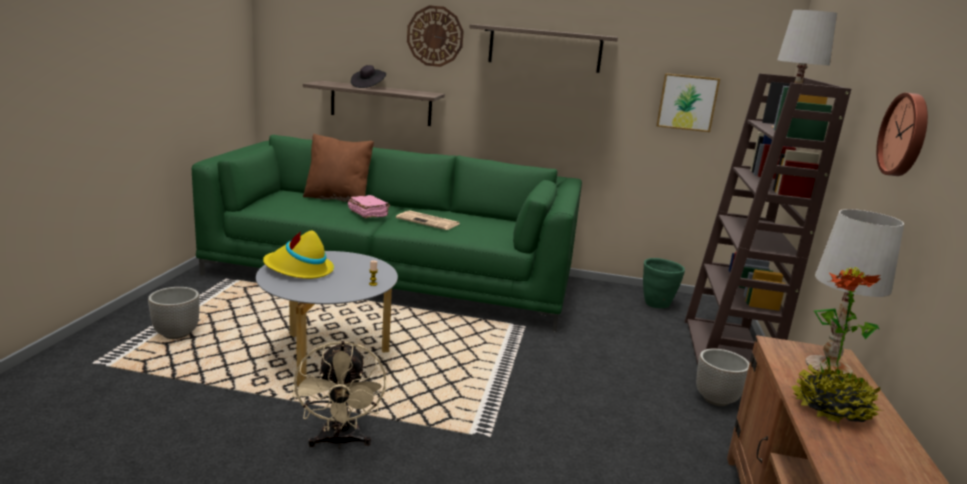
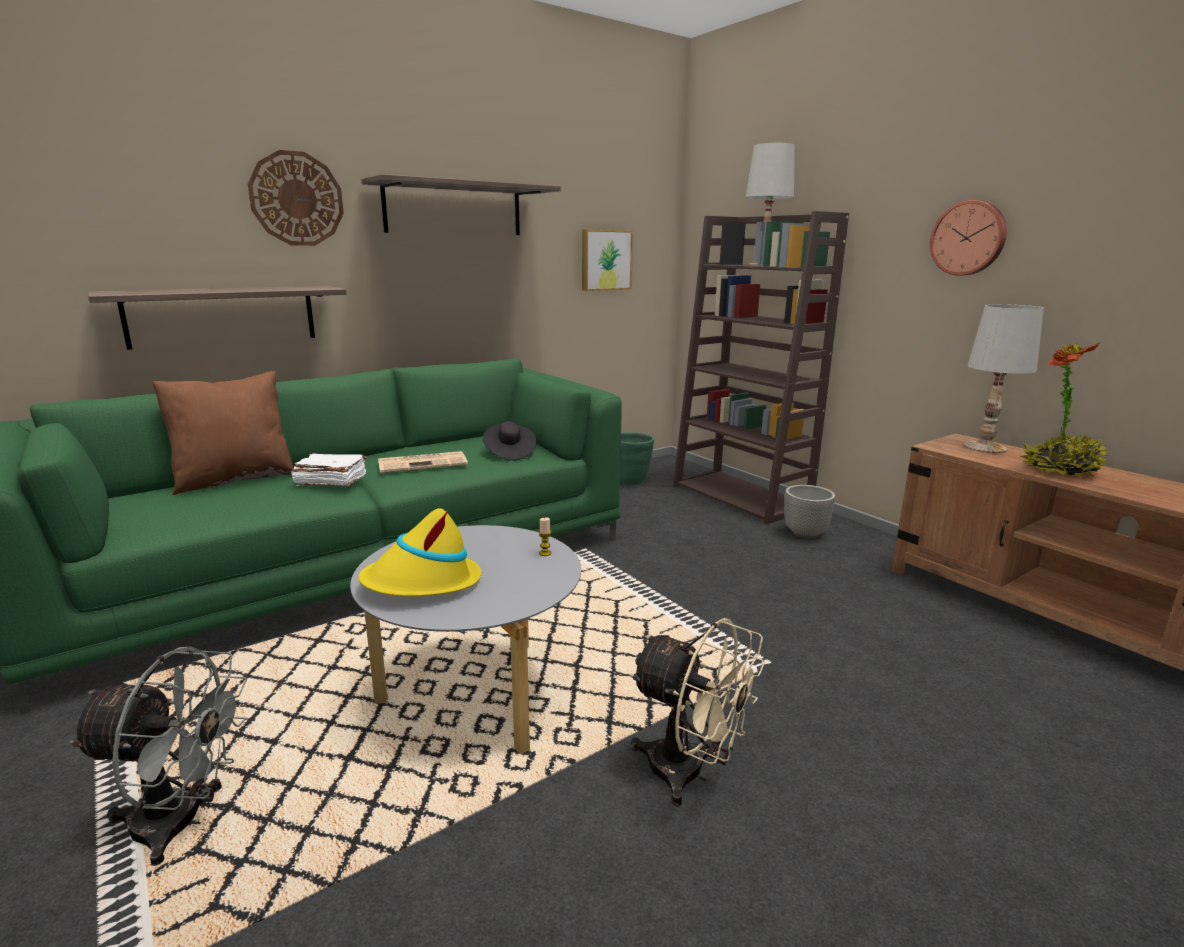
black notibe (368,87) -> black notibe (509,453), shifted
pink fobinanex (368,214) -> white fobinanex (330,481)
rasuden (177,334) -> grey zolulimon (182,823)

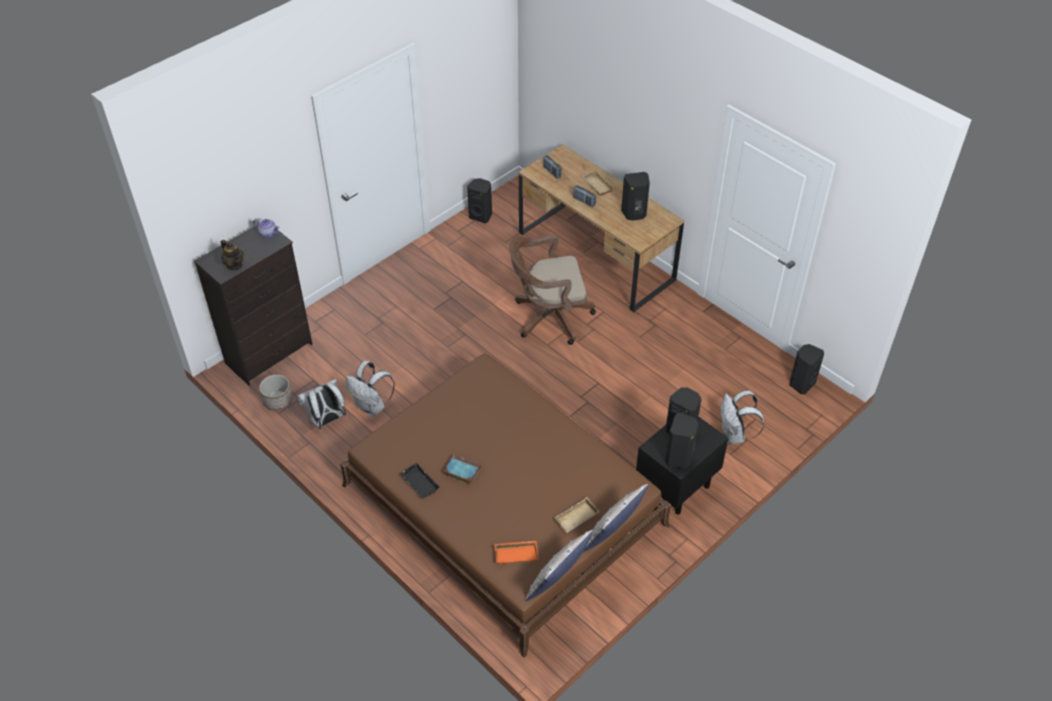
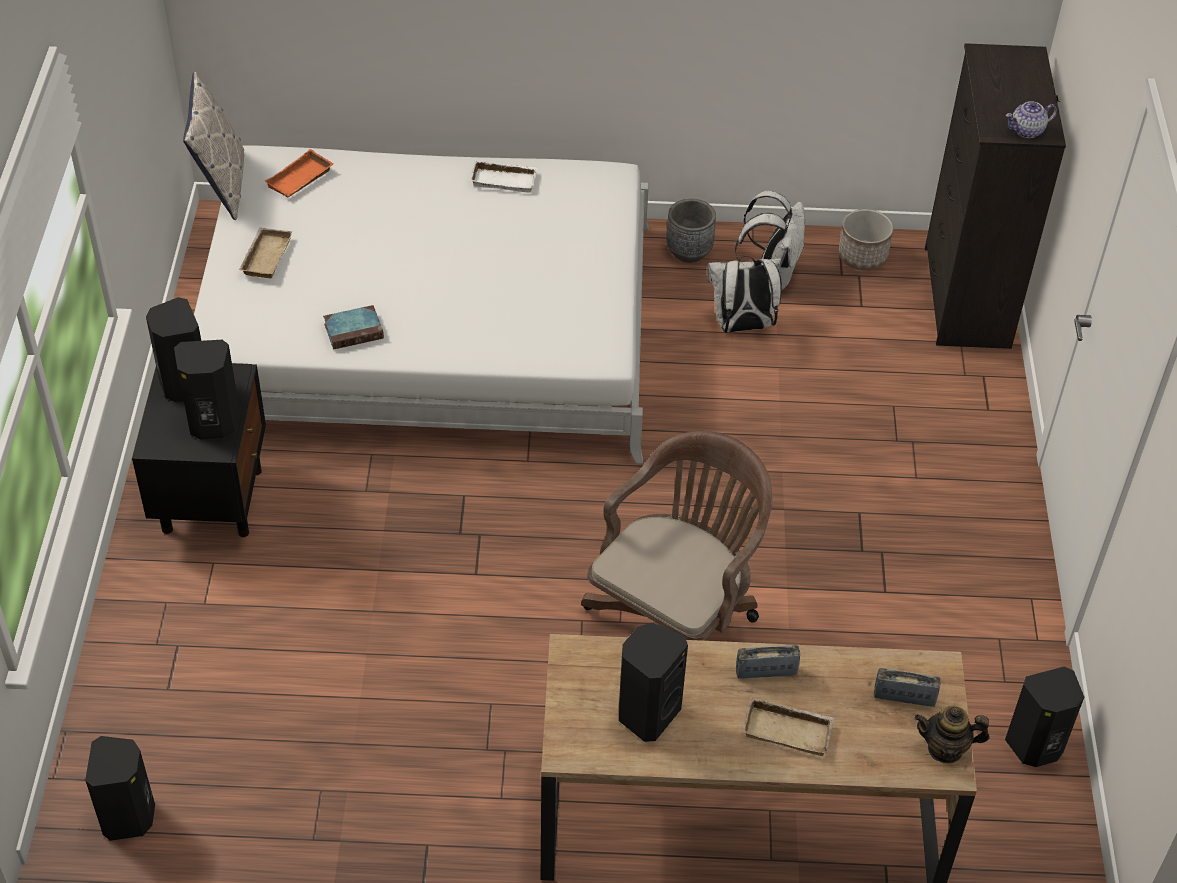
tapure (234,265) -> tapure (945,749), shifted
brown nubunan (503,505) -> white nubunan (427,329)
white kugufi (734,435) -> none
fobinanex (461,471) -> fobinanex (355,330), shifted
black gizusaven (418,483) -> white gizusaven (505,179)
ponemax (612,536) -> none
none -> grey rasuden (689,251)

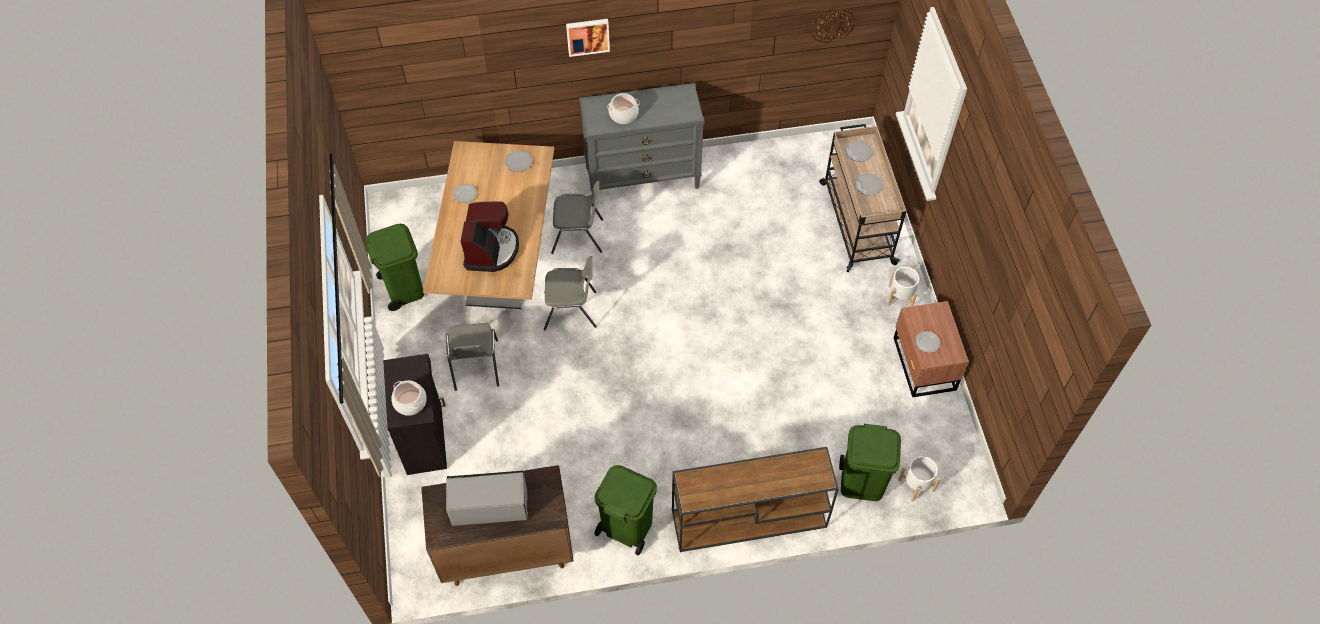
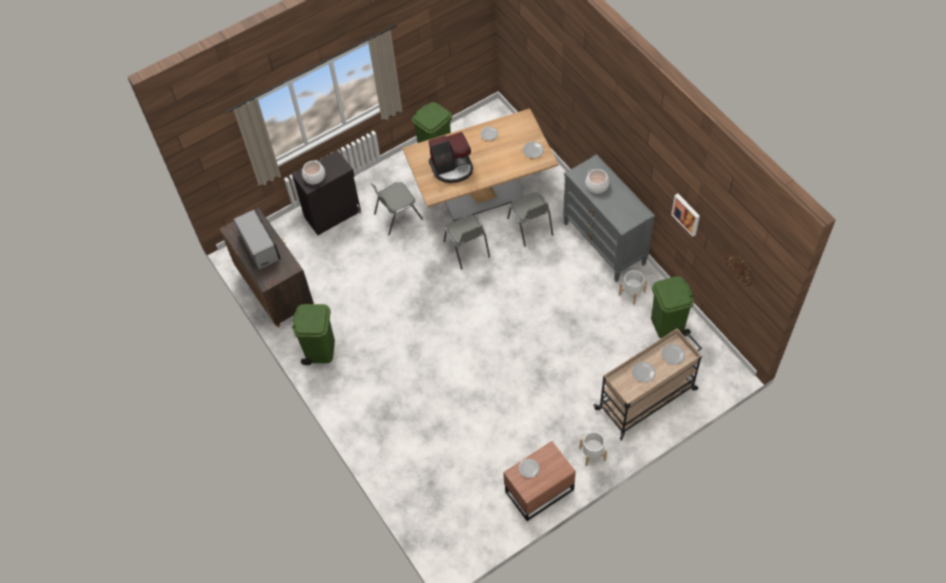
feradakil (587,36) -> feradakil (686,214), shifted
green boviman (862,482) -> green boviman (667,325), shifted
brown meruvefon (747,519) -> none
white rasuden (916,485) -> white rasuden (632,293), shifted

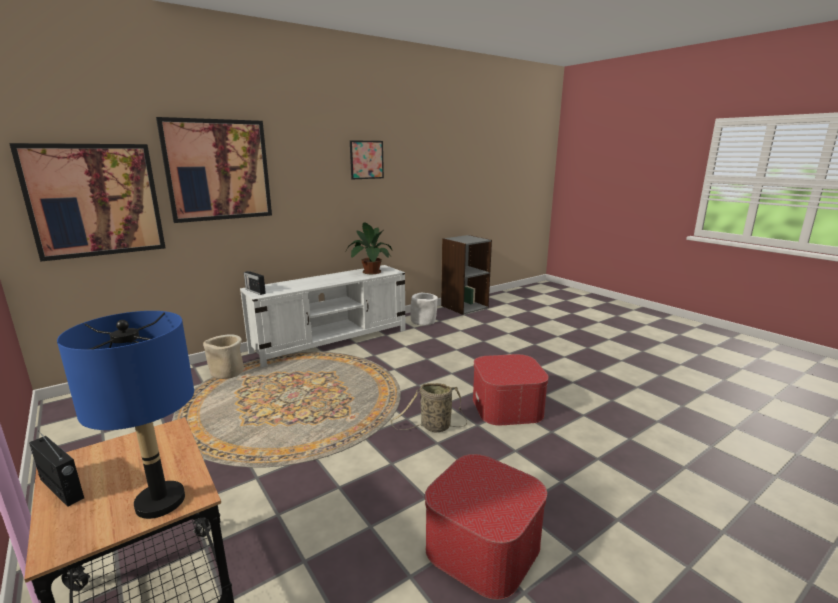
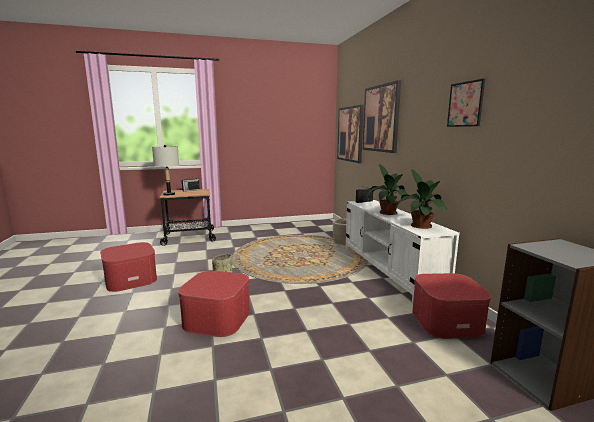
white rasuden (423,322) -> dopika (446,321)
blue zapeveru (161,501) -> grey zapeveru (169,194)
none -> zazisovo (387,212)

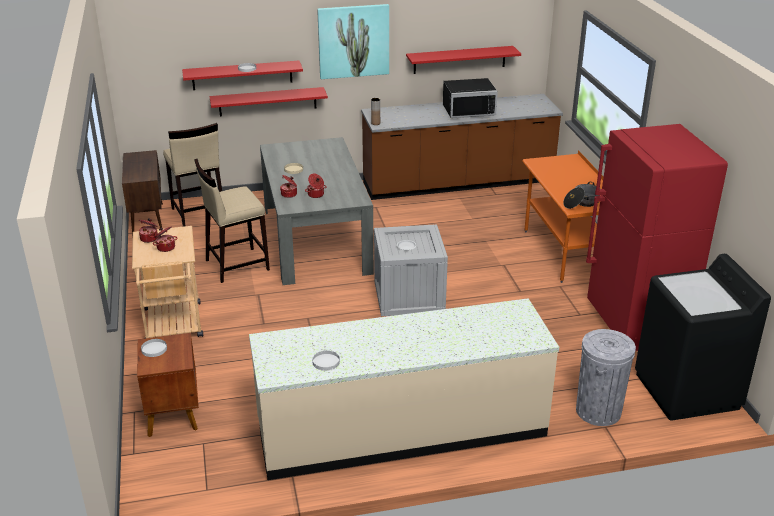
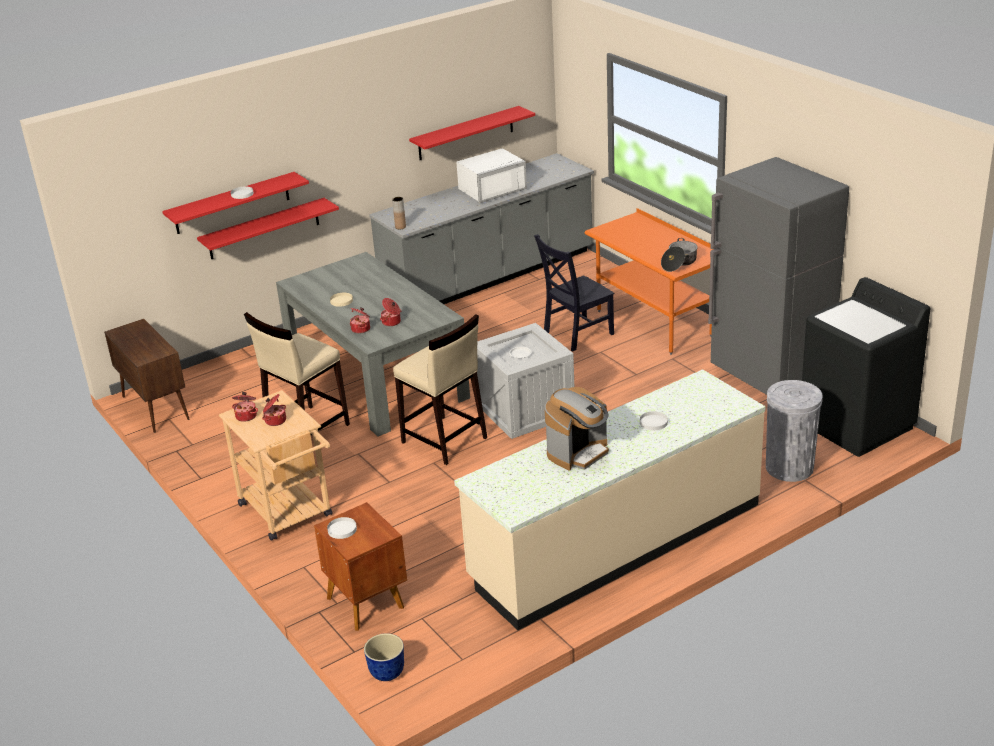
feradakil (353,41) -> none
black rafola (468,109) -> white rafola (490,189)
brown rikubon (458,184) -> grey rikubon (490,277)
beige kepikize (198,214) -> beige kepikize (444,441), shifted
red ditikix (635,324) -> grey ditikix (770,376)
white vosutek (325,362) -> white vosutek (653,422), shifted
none -> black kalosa (576,334)
none -> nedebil (578,453)
none -> rasuden (386,673)

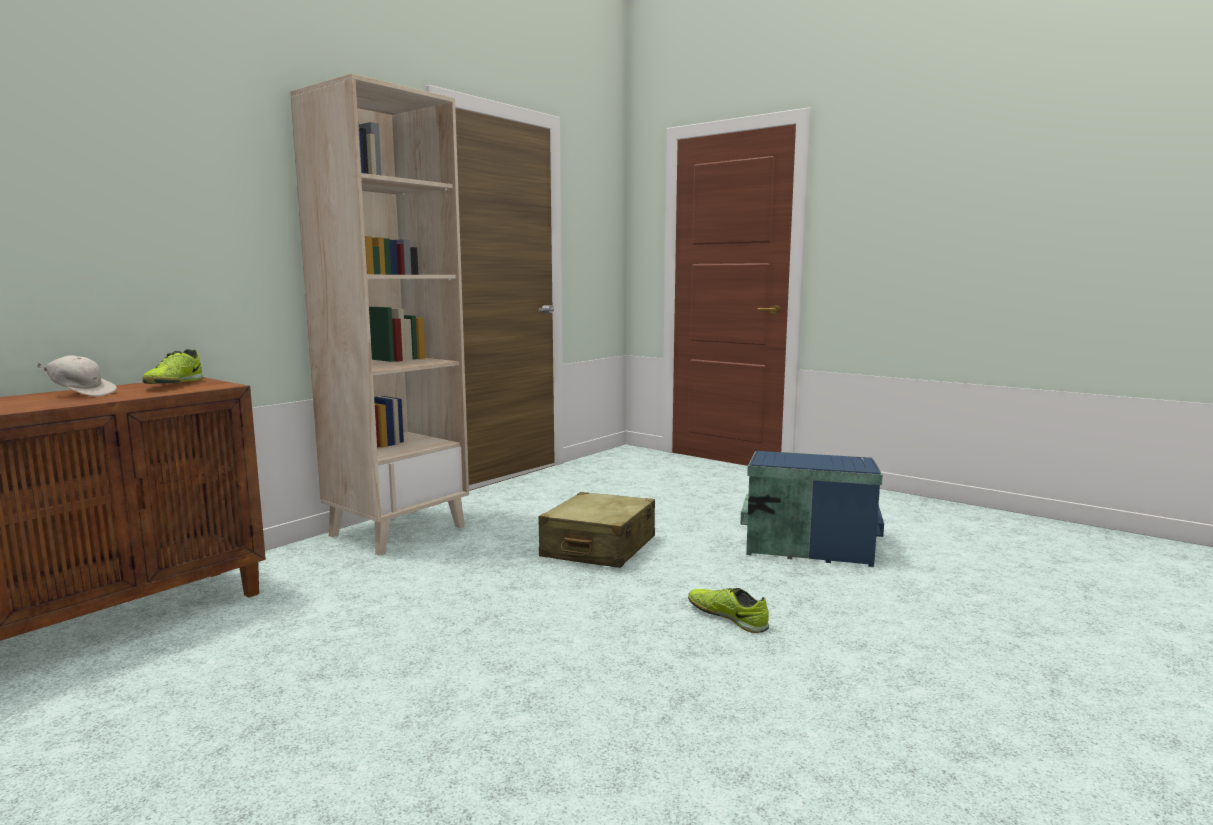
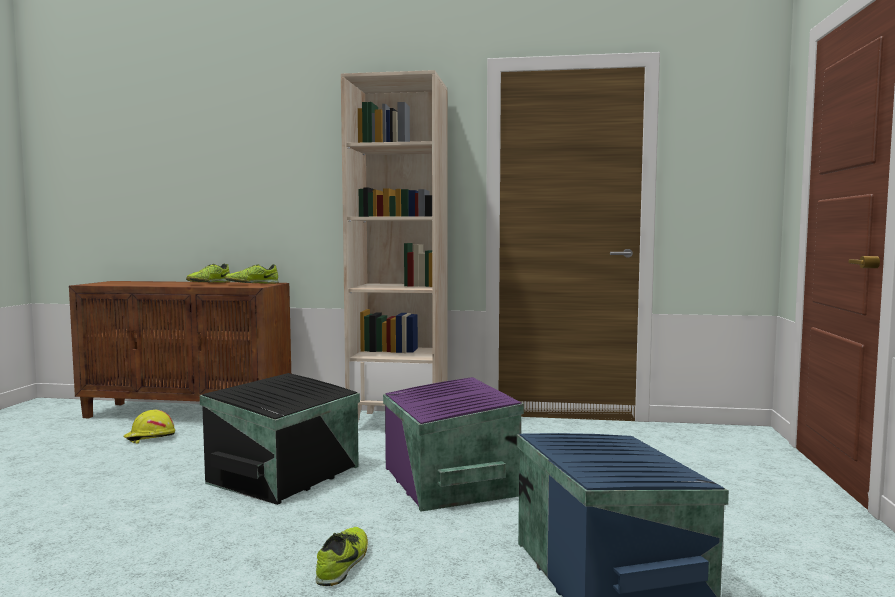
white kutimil (81,394) -> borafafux (208,283)
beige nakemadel (598,548) -> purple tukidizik (447,482)
none -> black tukidizik (287,474)
none -> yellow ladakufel (149,437)

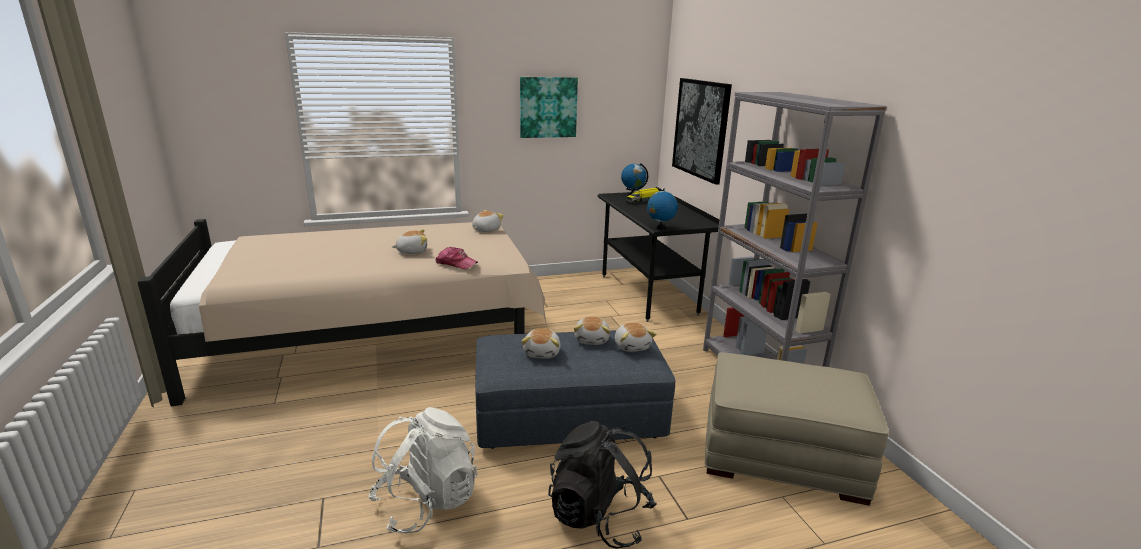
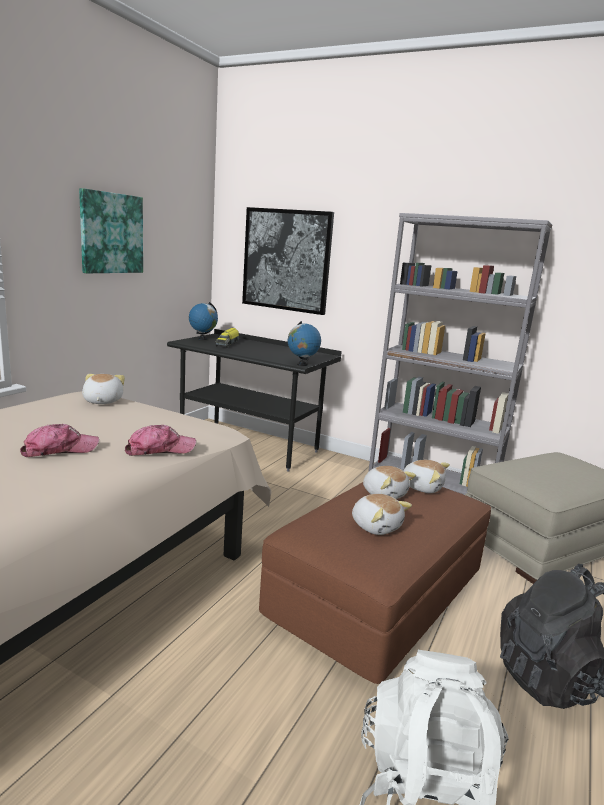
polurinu (412,251) -> kutimil (59,450)
grey dopika (569,416) -> brown dopika (377,595)

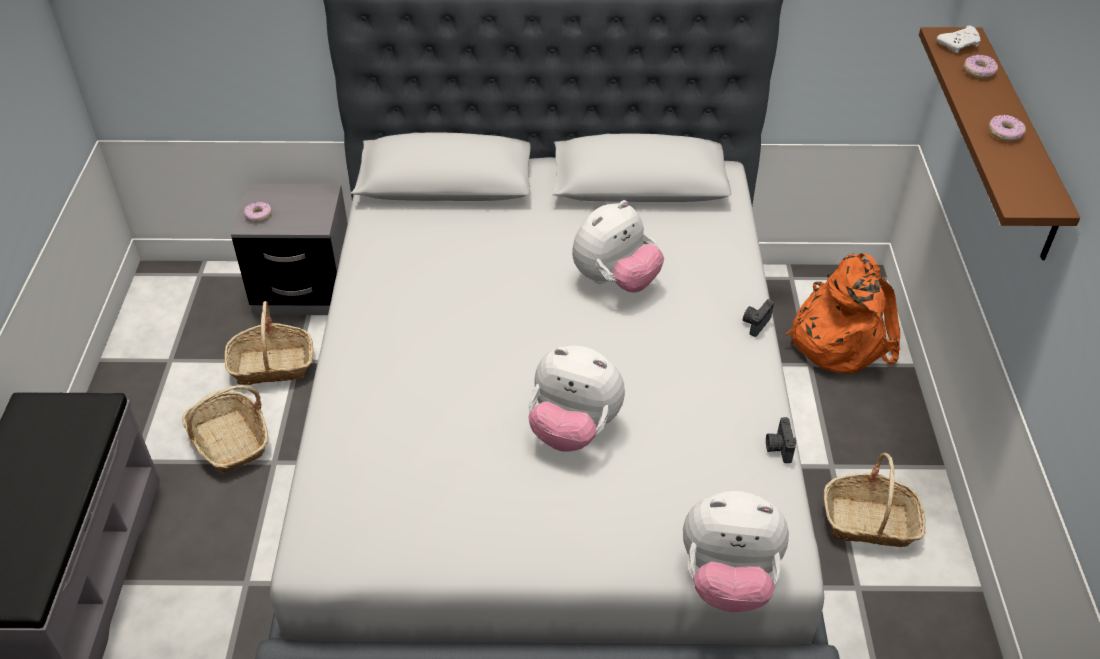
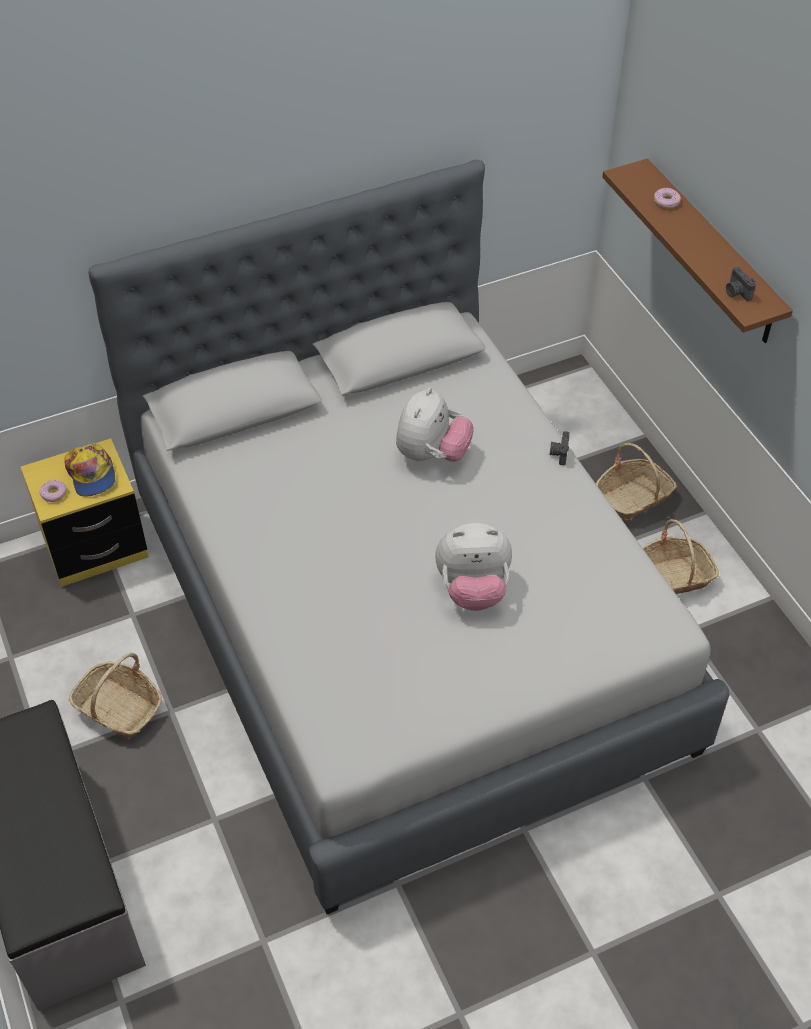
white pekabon (959,45) -> none
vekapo (1005,133) -> none
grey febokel (305,291) -> yellow febokel (95,547)
orange kugufi (838,337) -> none
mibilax (272,365) -> mibilax (633,498), shifted
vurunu (778,447) -> vurunu (736,292), shifted
polurinu (728,579) -> none
none -> kutimil (91,474)

